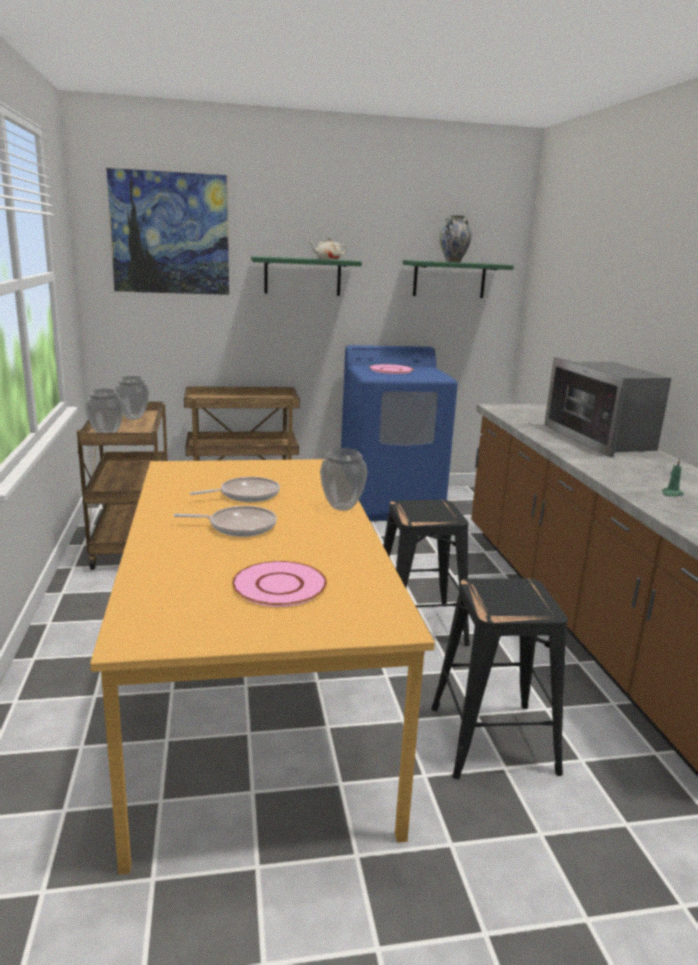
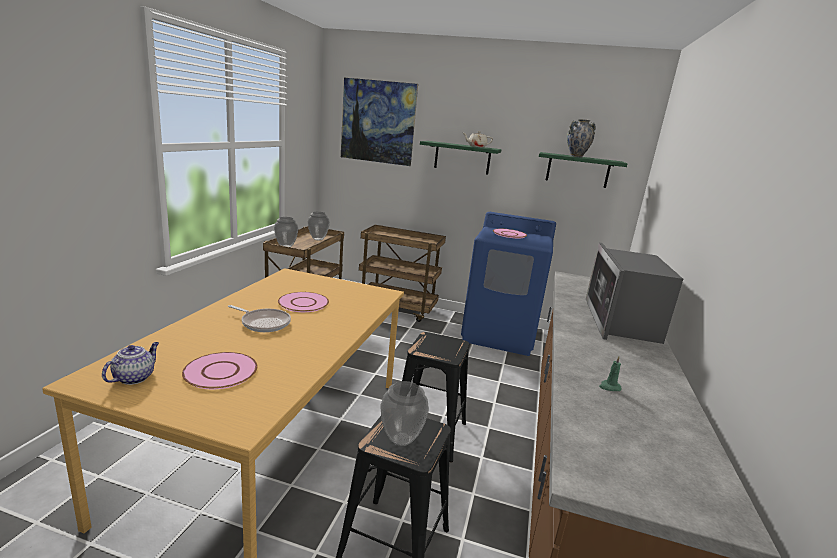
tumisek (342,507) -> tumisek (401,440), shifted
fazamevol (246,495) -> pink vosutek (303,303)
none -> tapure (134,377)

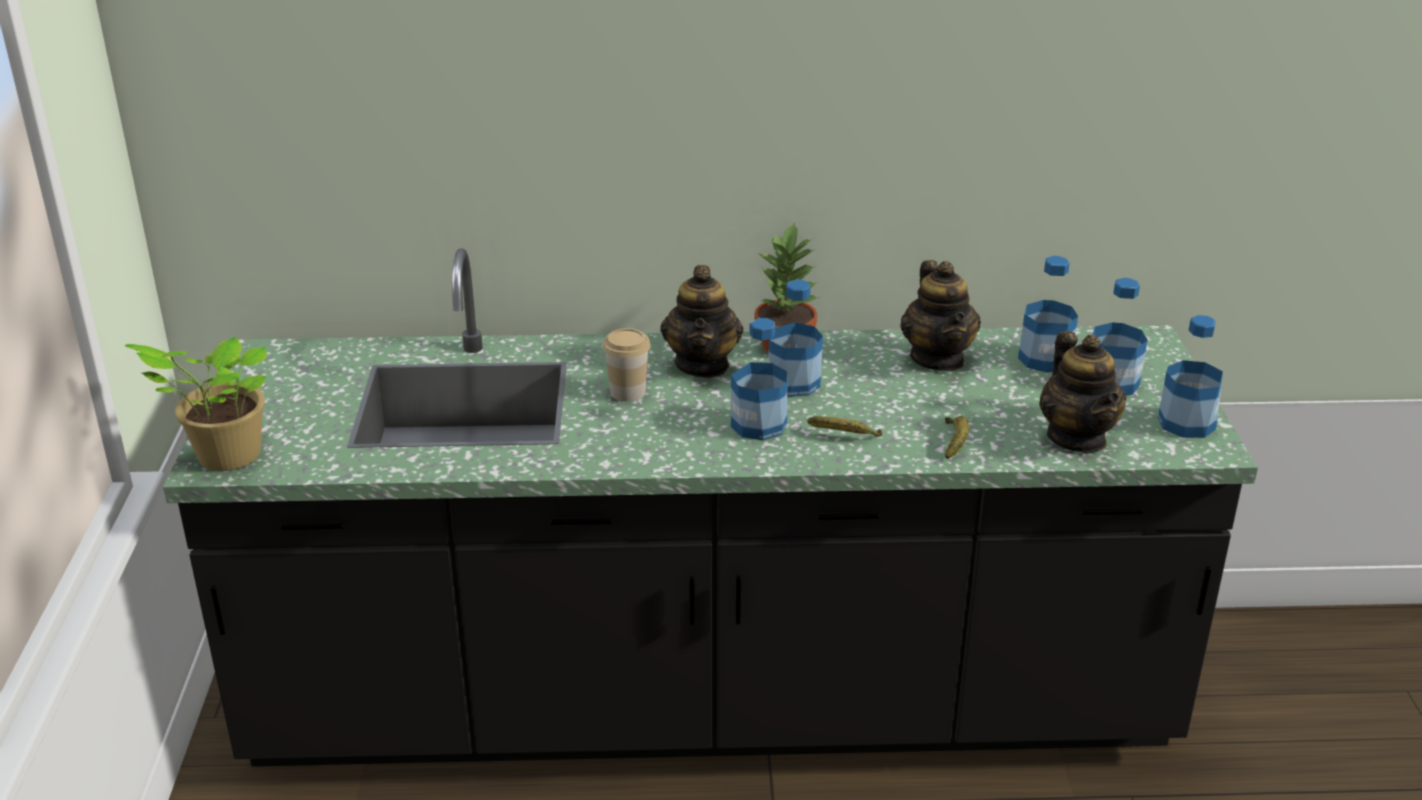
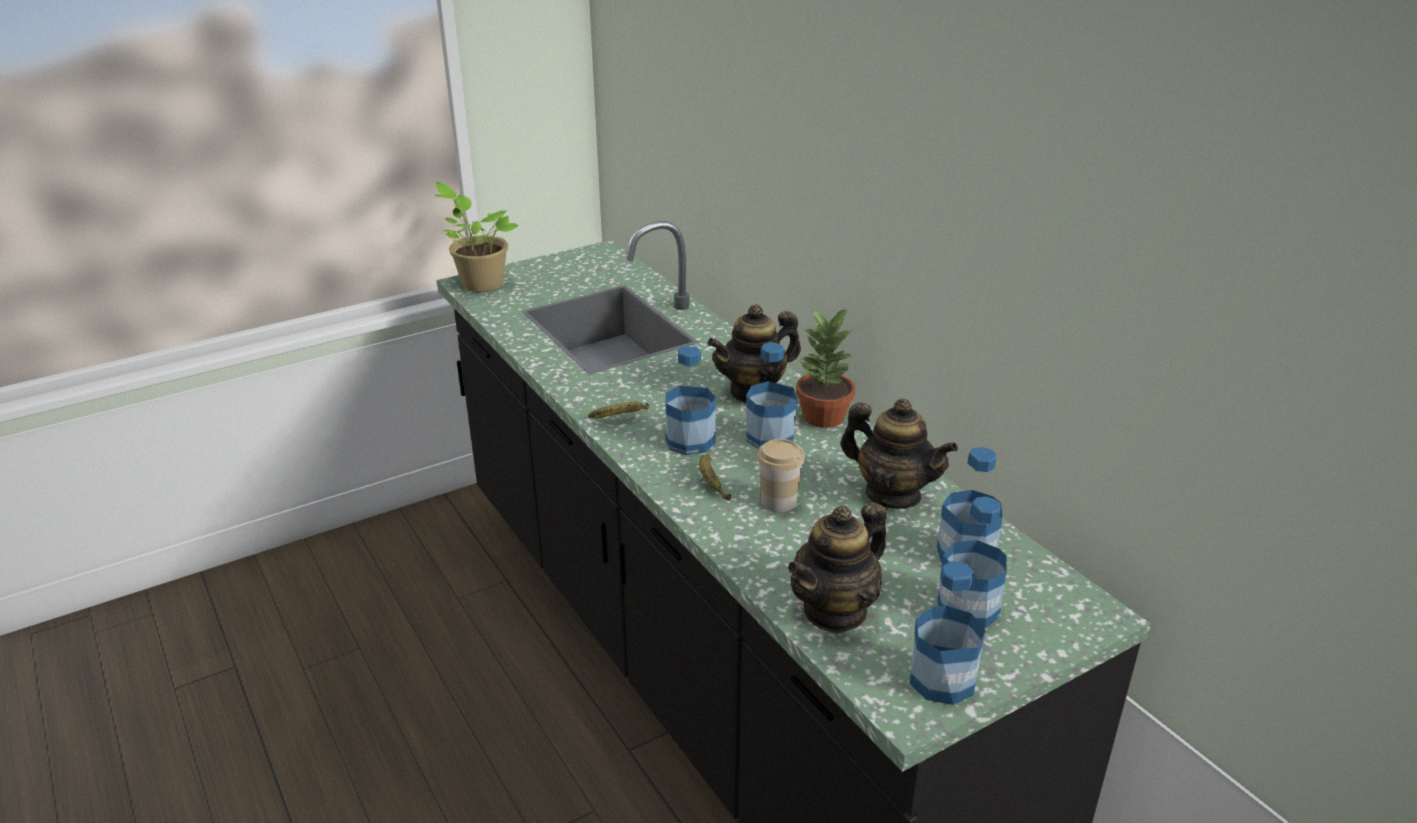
tapure (937,358) -> tapure (893,494), 105 degrees counterclockwise
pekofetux (628,392) -> pekofetux (778,501), shifted
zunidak (954,442) -> zunidak (621,418), shifted

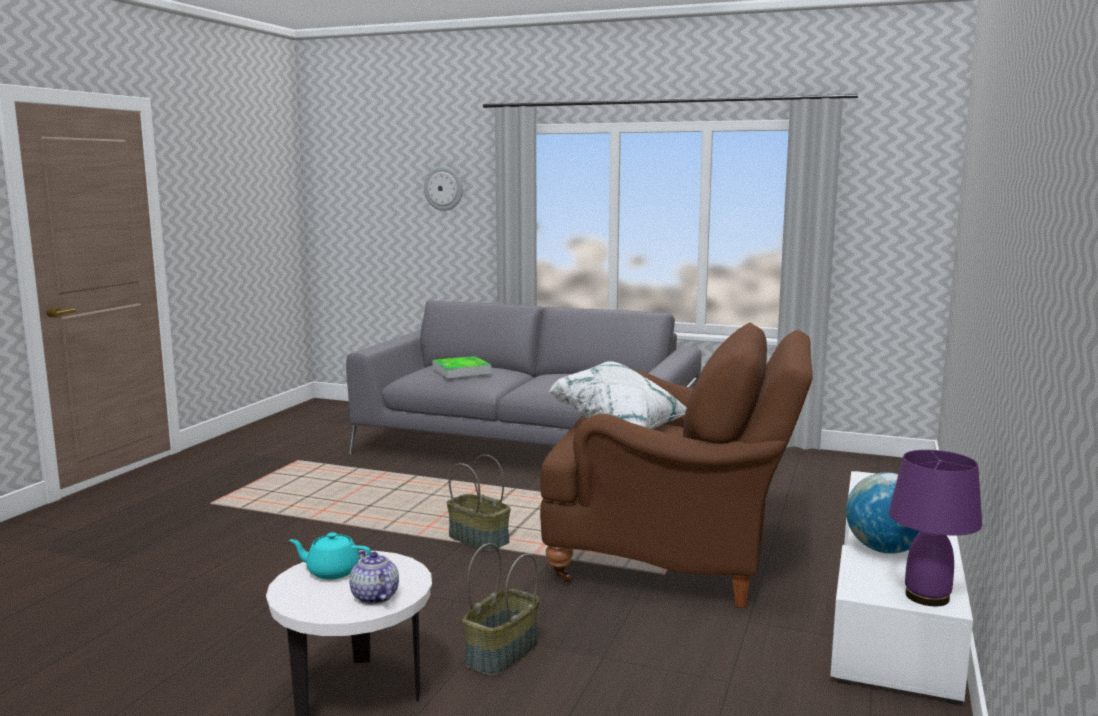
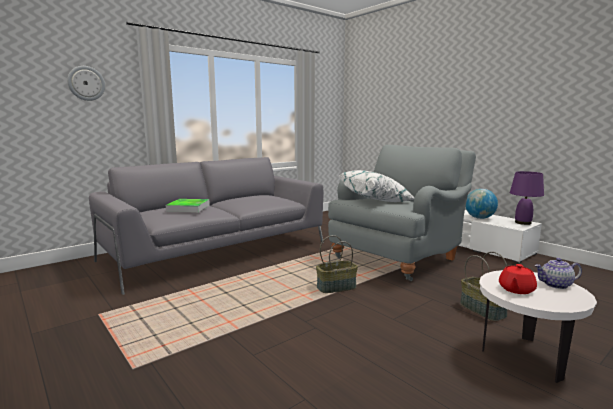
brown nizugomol (676,558) -> grey nizugomol (398,257)
turquoise tapure (332,571) -> red tapure (516,290)

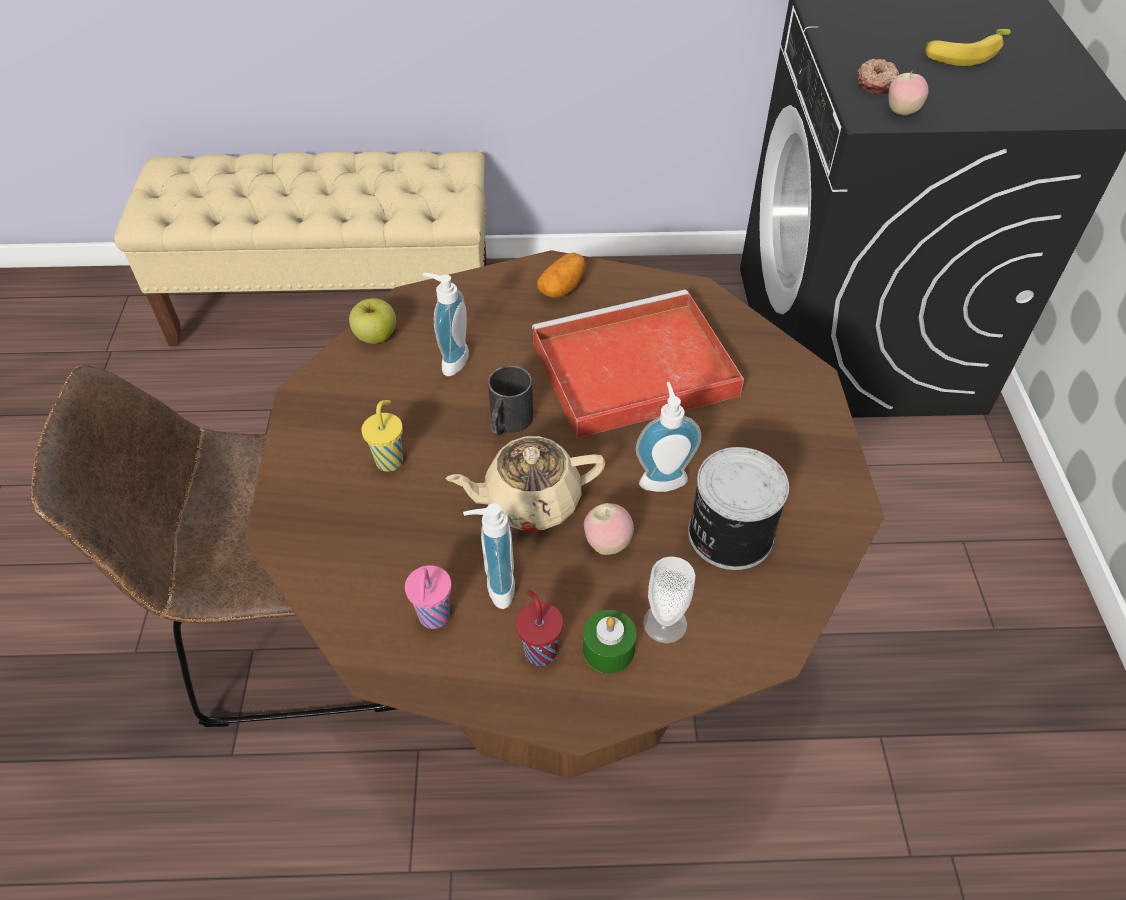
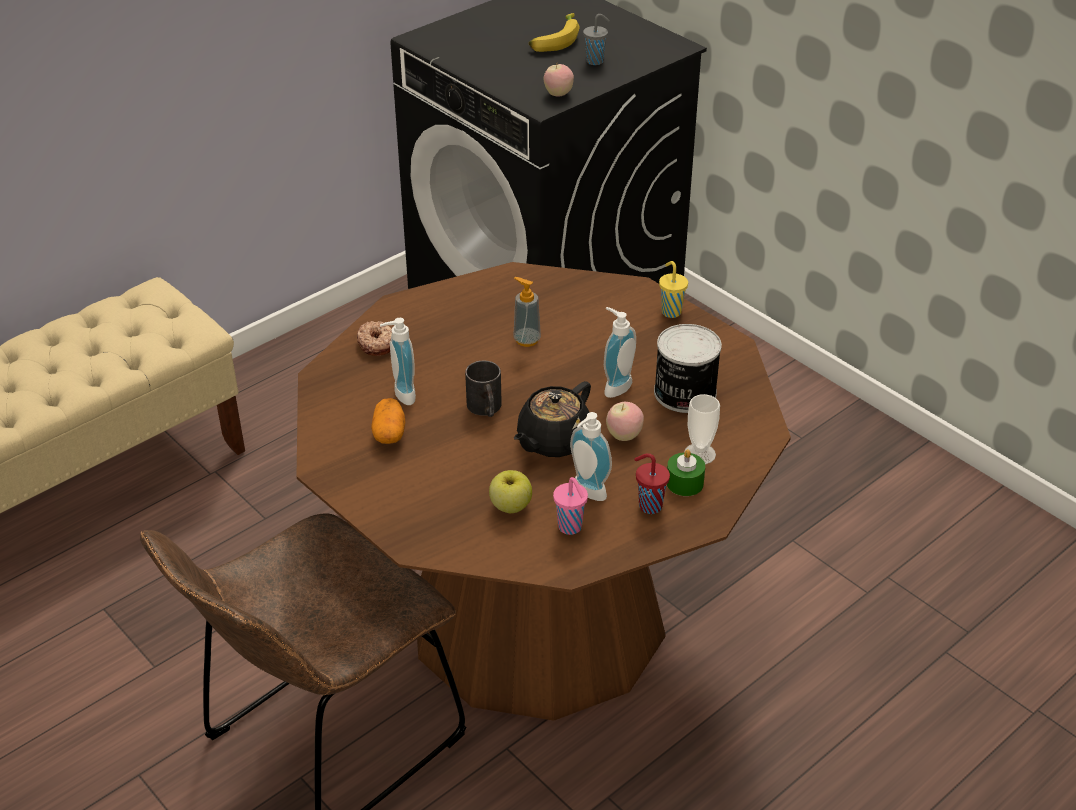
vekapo (876,83) -> vekapo (377,344), shifted
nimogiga (562,287) -> nimogiga (389,433), shifted
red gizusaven (630,370) -> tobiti (527,340)
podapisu (375,336) -> podapisu (510,506), shifted
yellow pekofetux (390,460) -> yellow pekofetux (670,311), shifted
beige tapure (530,501) -> black tapure (553,441)
none -> grey pekofetux (596,61)

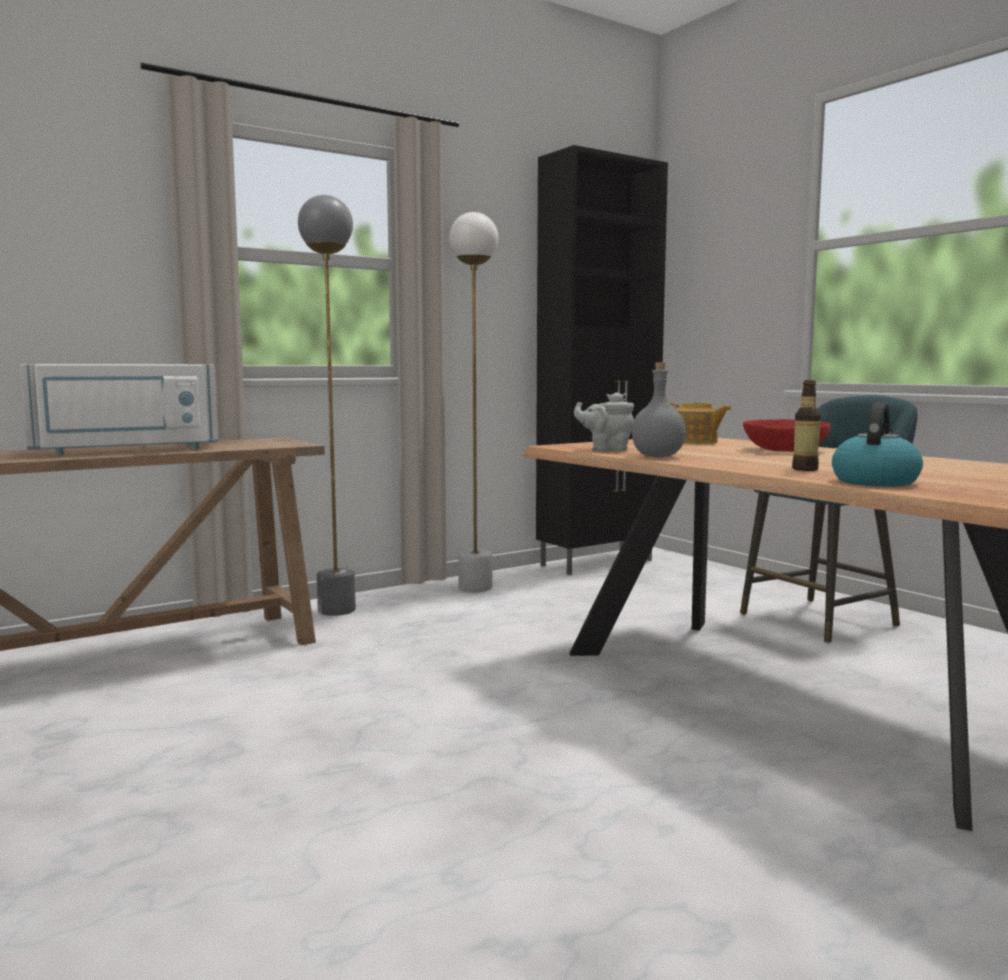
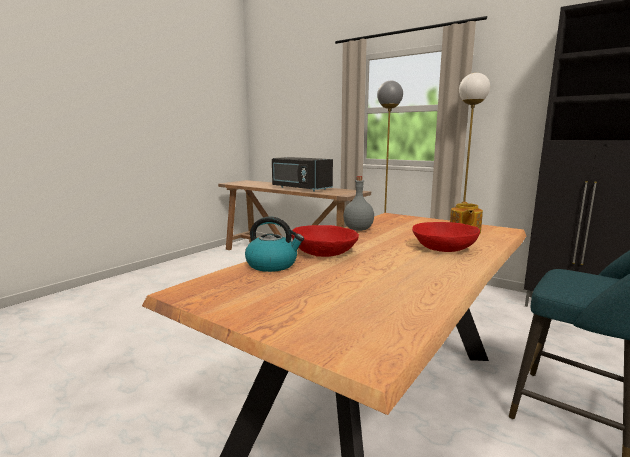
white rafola (125,450) -> black rafola (300,188)
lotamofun (805,469) -> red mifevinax (323,253)
grey tapure (606,450) -> none

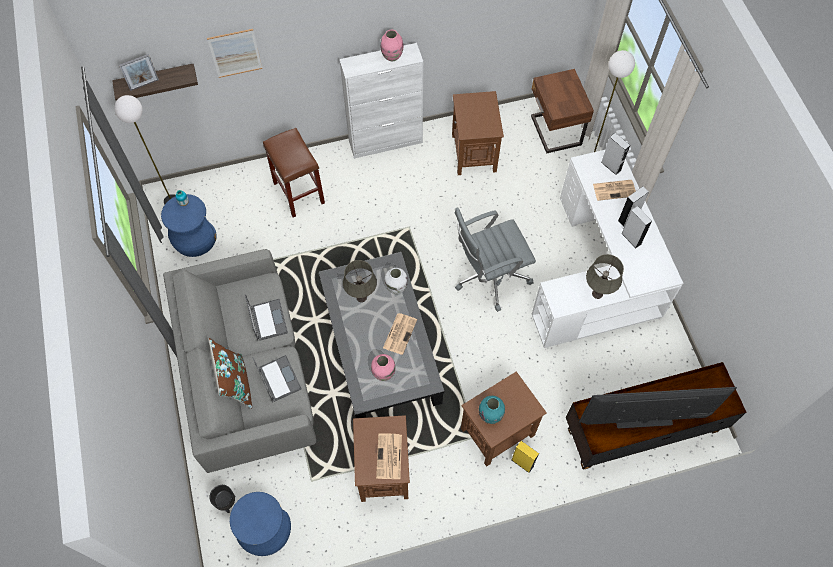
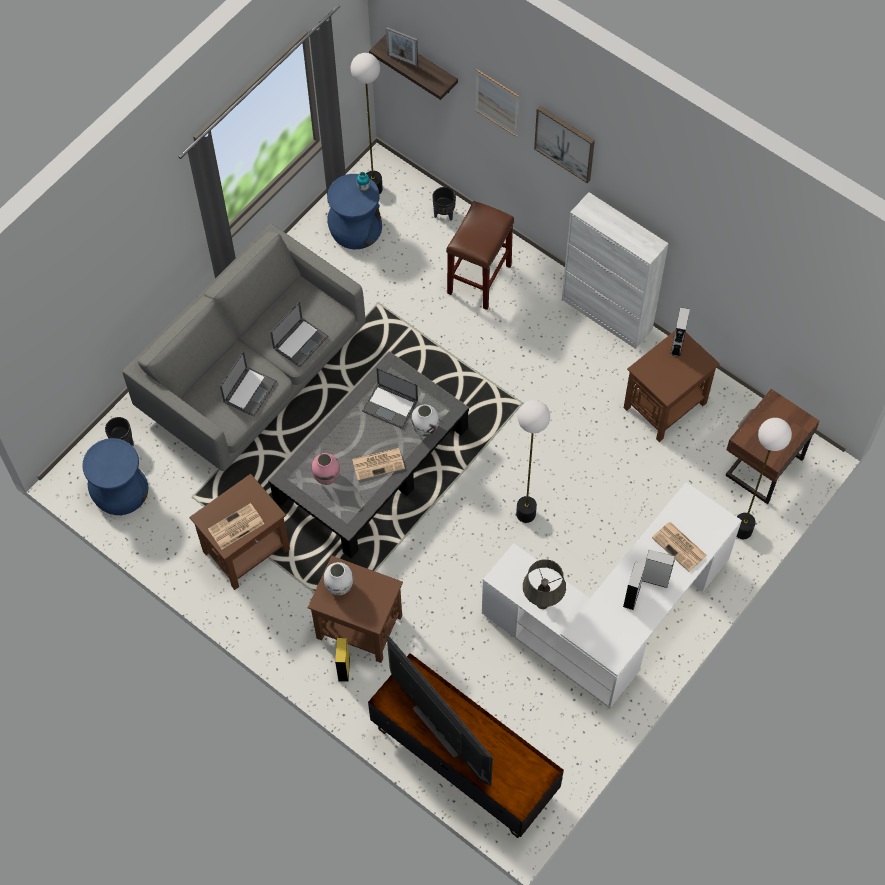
pink tumisek (392,56) -> none
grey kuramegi (611,166) -> grey kuramegi (677,345), shifted
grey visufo (489,276) -> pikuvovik (526,513)
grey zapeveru (361,297) -> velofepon (391,406)
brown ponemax (235,383) -> none
turquoise tumisek (490,415) -> white tumisek (339,586)
none -> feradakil (565,143)
none -> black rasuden (444,214)

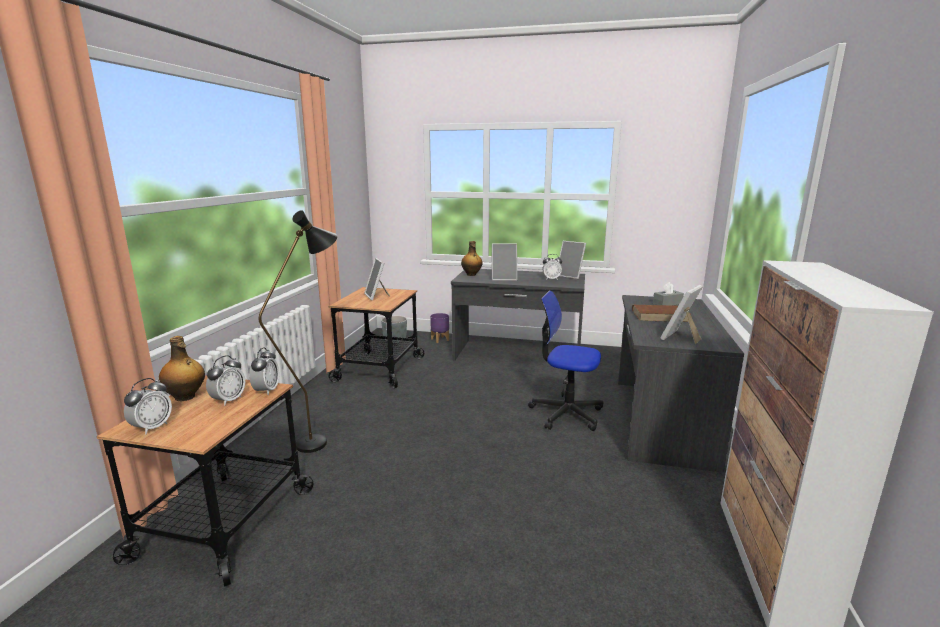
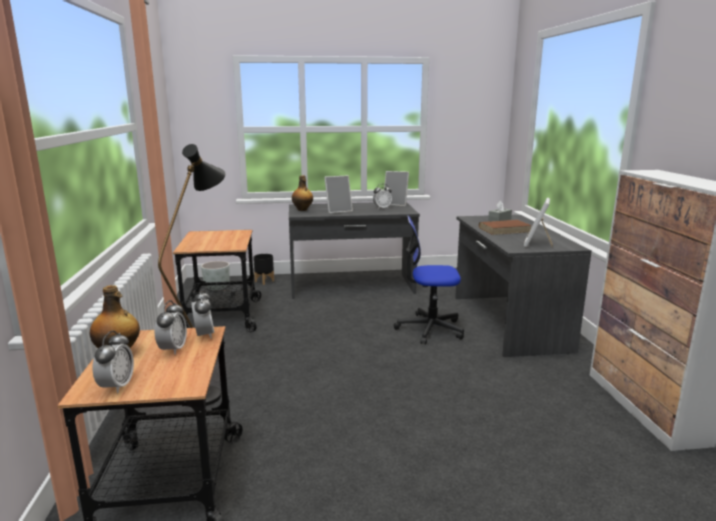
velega (377,296) -> none
purple rasuden (440,339) -> black rasuden (264,281)

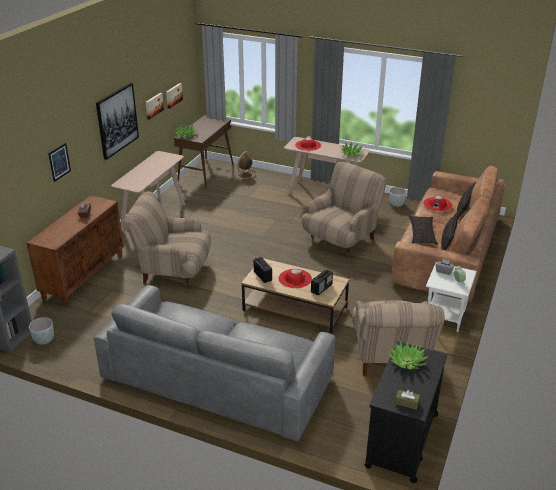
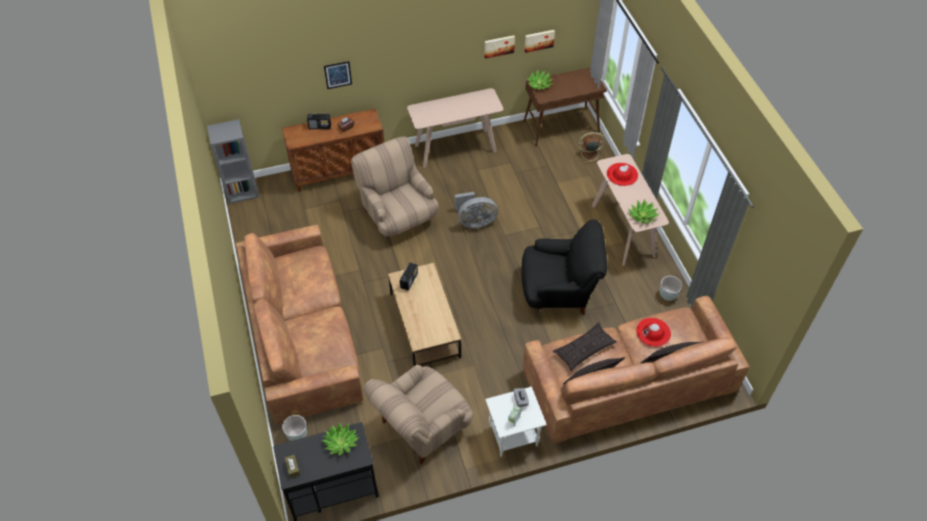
feradakil (117,120) -> none
beige nizugomol (341,239) -> black nizugomol (559,291)
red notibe (295,278) -> none
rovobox (321,288) -> rovobox (320,126), shifted
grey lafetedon (217,377) -> brown lafetedon (302,333)
grey rasuden (44,340) -> grey rasuden (297,434), shifted
none -> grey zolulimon (474,221)

